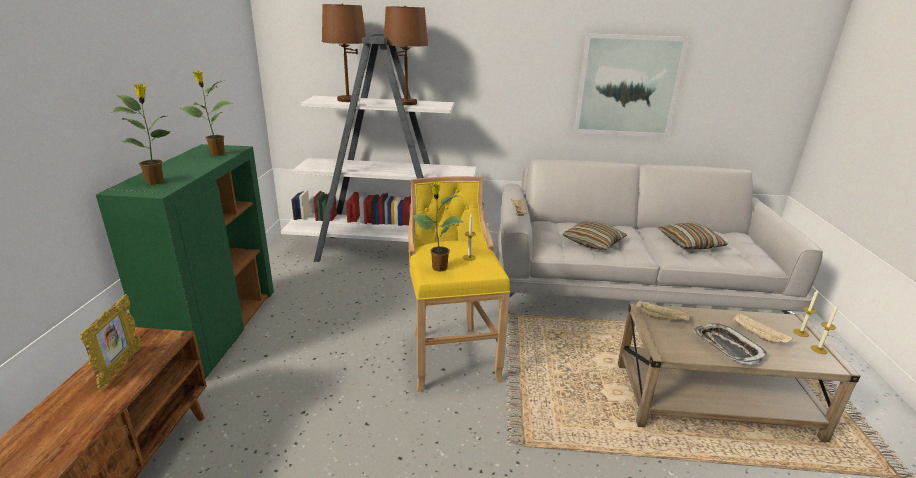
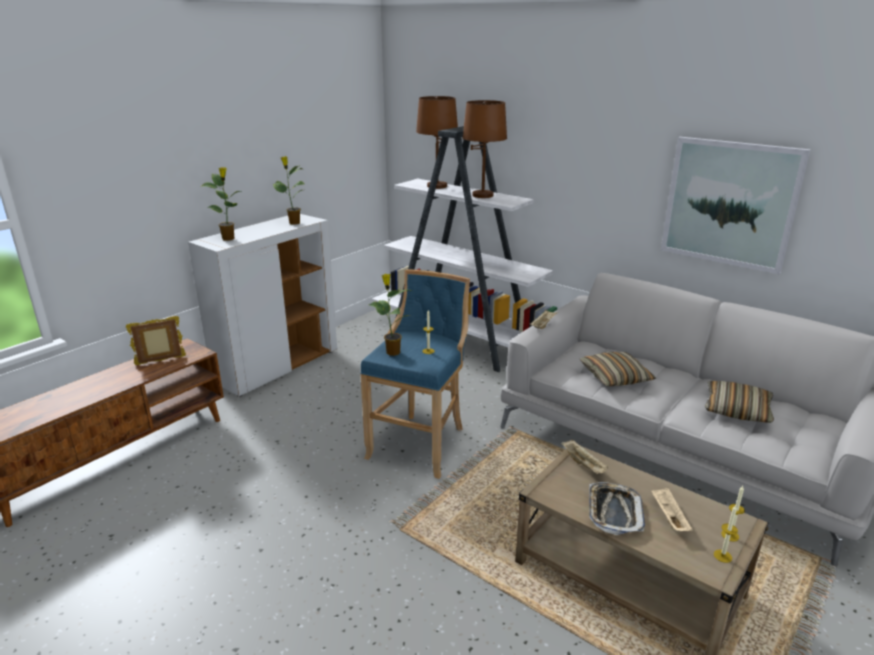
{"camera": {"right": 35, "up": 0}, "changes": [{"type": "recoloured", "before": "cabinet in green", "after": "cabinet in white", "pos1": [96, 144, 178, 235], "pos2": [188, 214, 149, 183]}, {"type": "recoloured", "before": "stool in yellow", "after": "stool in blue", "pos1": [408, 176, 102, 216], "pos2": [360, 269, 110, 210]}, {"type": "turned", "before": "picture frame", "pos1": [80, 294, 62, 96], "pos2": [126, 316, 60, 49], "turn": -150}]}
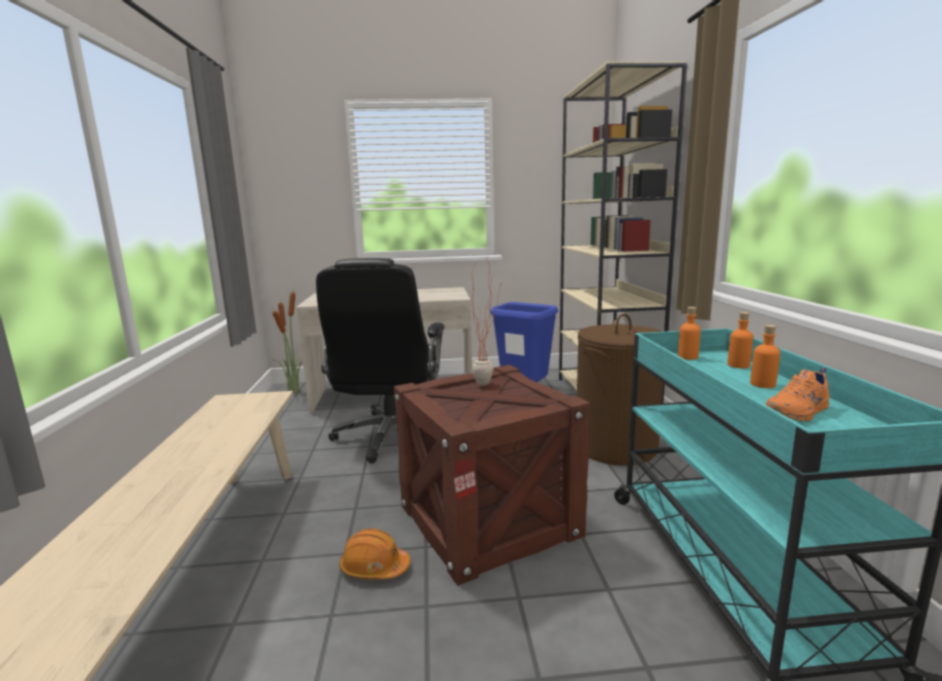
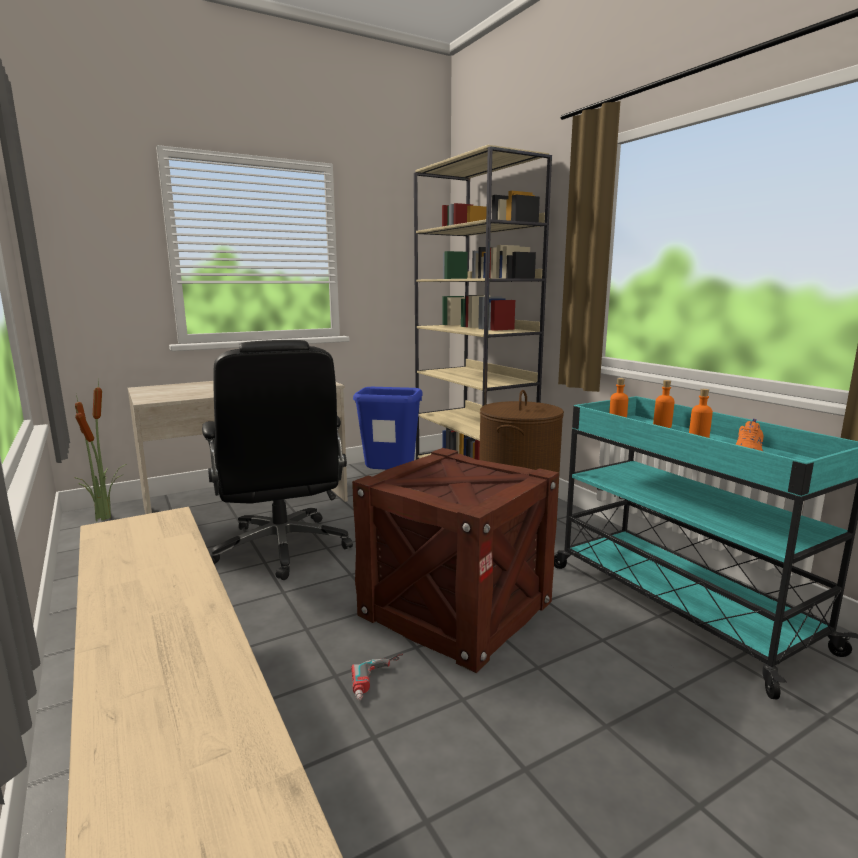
{"camera": {"right": -25, "up": 0}, "changes": [{"type": "removed", "before": "potted plant", "pos1": [470, 255, 30, 131]}, {"type": "replaced", "before": "hard hat in orange", "after": "power drill", "pos1": [339, 528, 71, 51], "pos2": [351, 654, 52, 47]}]}
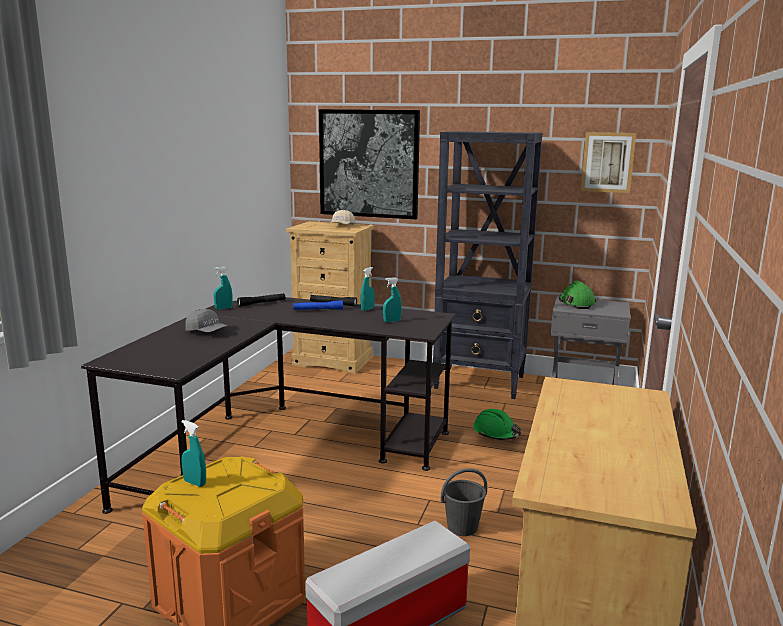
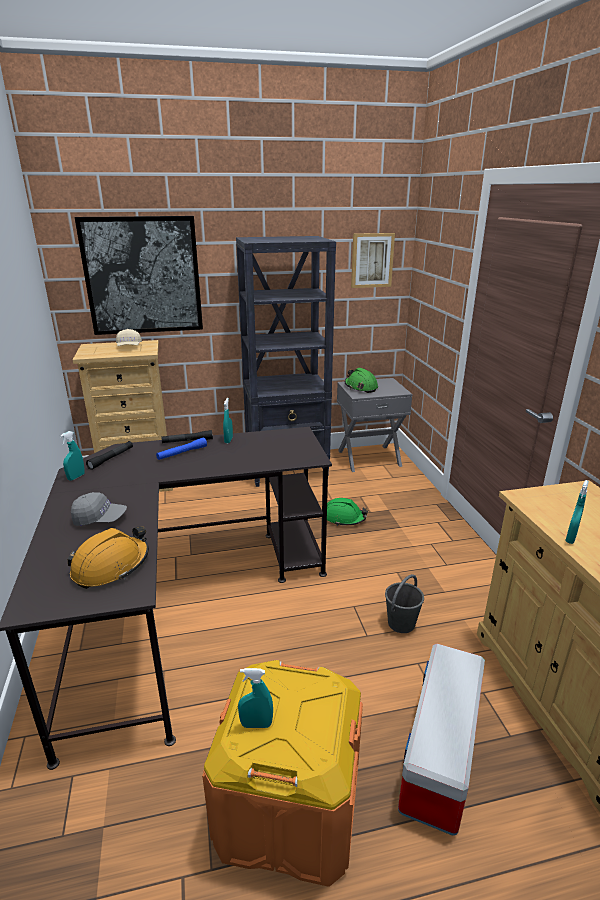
{"camera": {"right": -30, "up": 10}, "changes": [{"type": "moved", "before": "spray bottle in turquoise", "pos1": [383, 277, 19, 45], "pos2": [565, 480, 24, 64]}, {"type": "added", "after": "hard hat in orange", "pos2": [68, 526, 81, 63]}]}
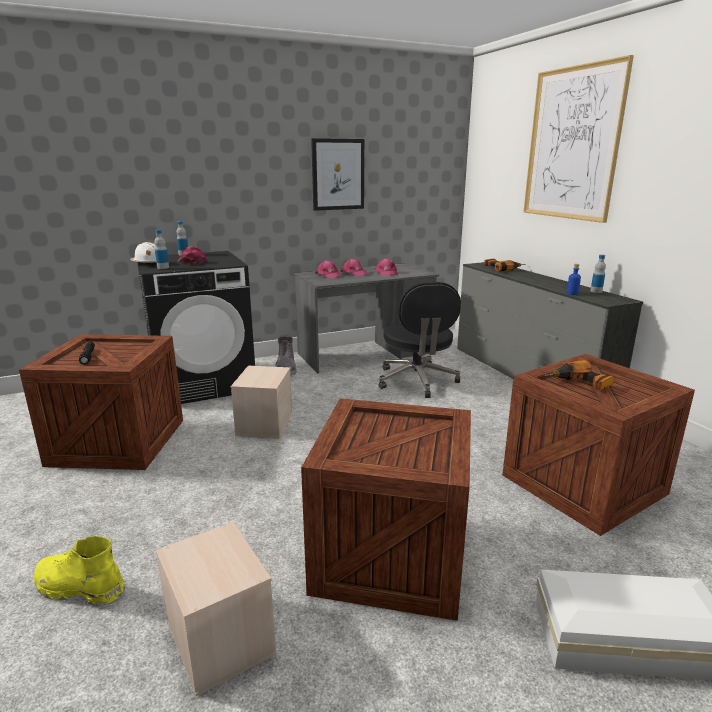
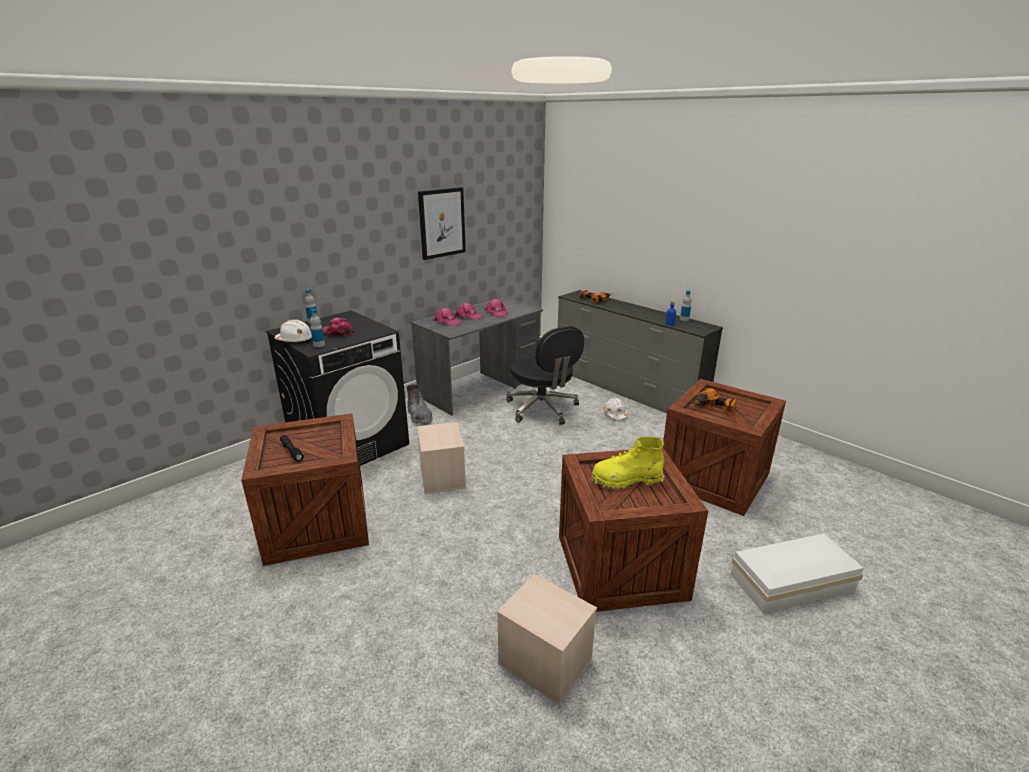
{"camera": {"right": -20, "up": 5}, "changes": [{"type": "removed", "before": "picture", "pos1": [523, 55, 111, 168]}, {"type": "moved", "before": "boot in yellow", "pos1": [33, 536, 92, 69], "pos2": [592, 437, 72, 53]}, {"type": "added", "after": "hard hat in white", "pos2": [604, 397, 24, 22]}]}
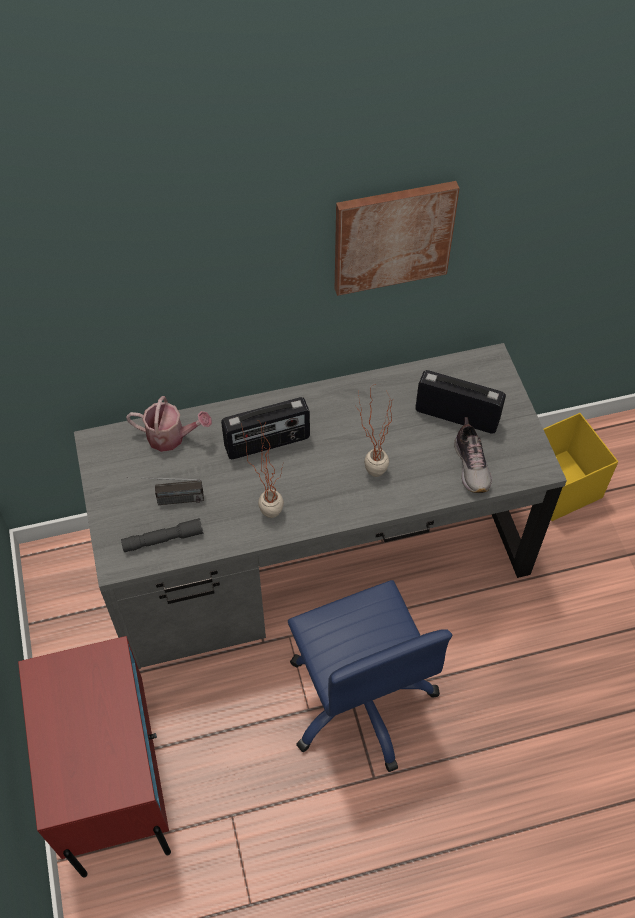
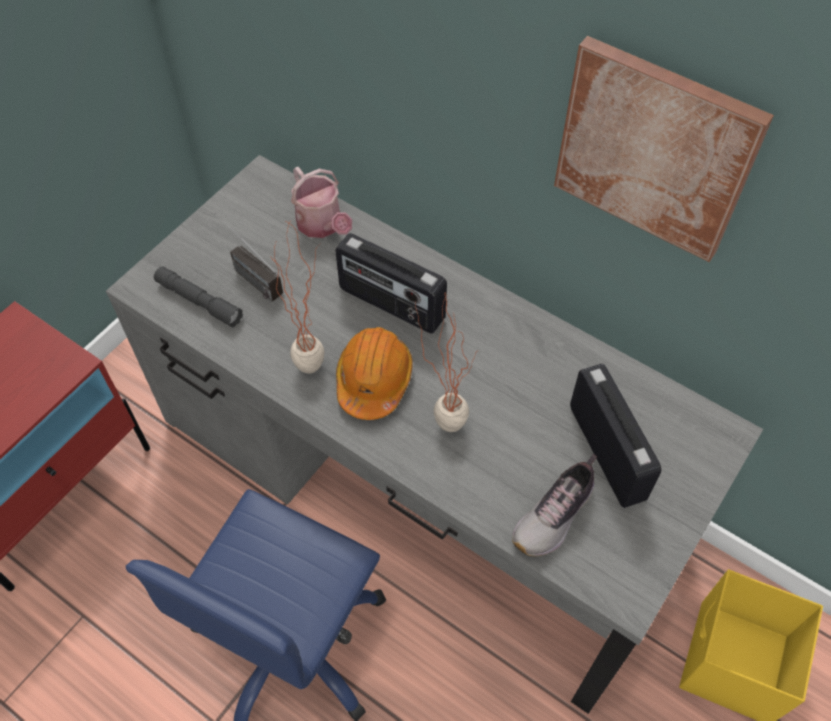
{"camera": {"right": 50, "up": 0}, "changes": [{"type": "added", "after": "hard hat in orange", "pos2": [336, 327, 77, 93]}]}
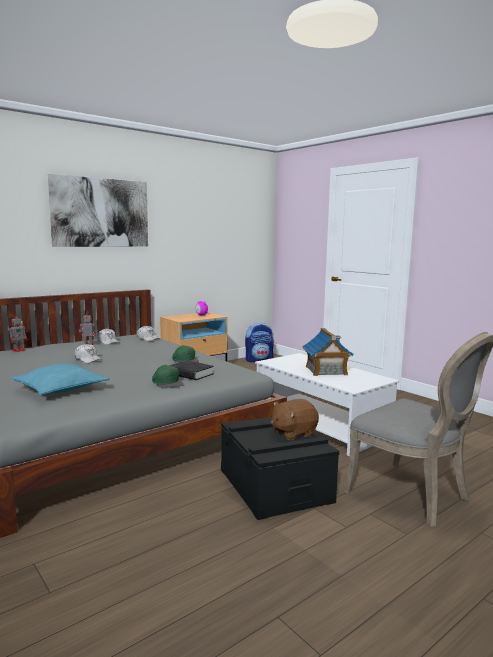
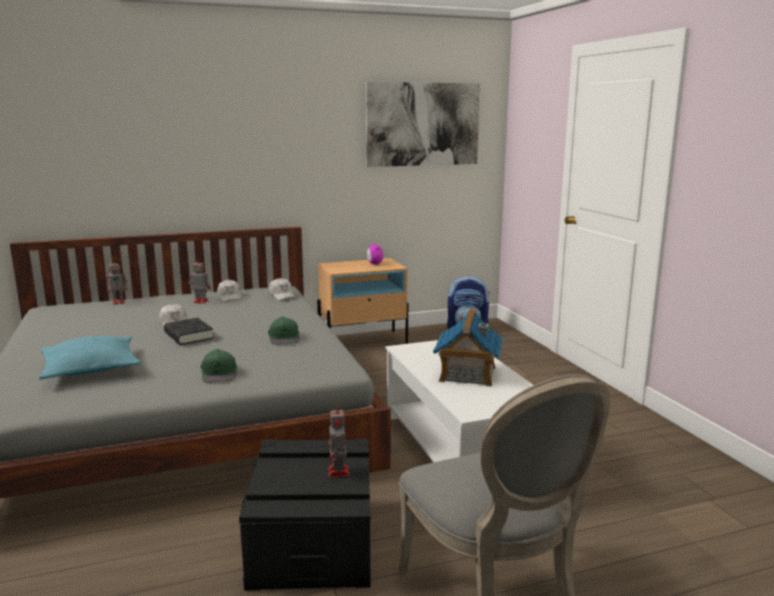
{"camera": {"right": 20, "up": 5}, "changes": [{"type": "moved", "before": "picture", "pos1": [48, 174, 100, 73], "pos2": [366, 82, 114, 85]}, {"type": "moved", "before": "book in black", "pos1": [169, 360, 45, 20], "pos2": [164, 317, 50, 28]}, {"type": "replaced", "before": "plush toy in brown", "after": "toy robot", "pos1": [271, 399, 48, 41], "pos2": [328, 408, 21, 70]}]}
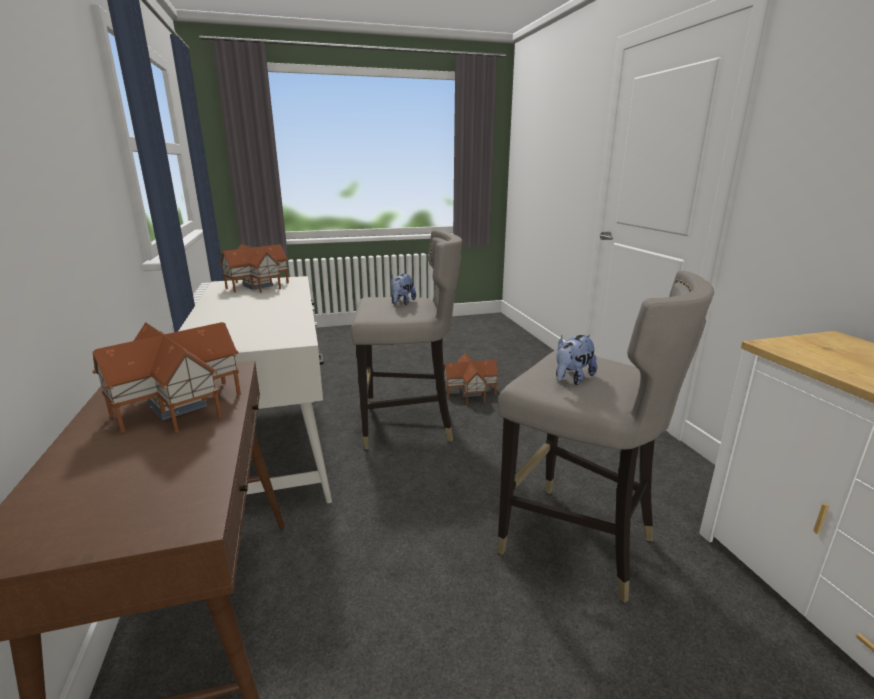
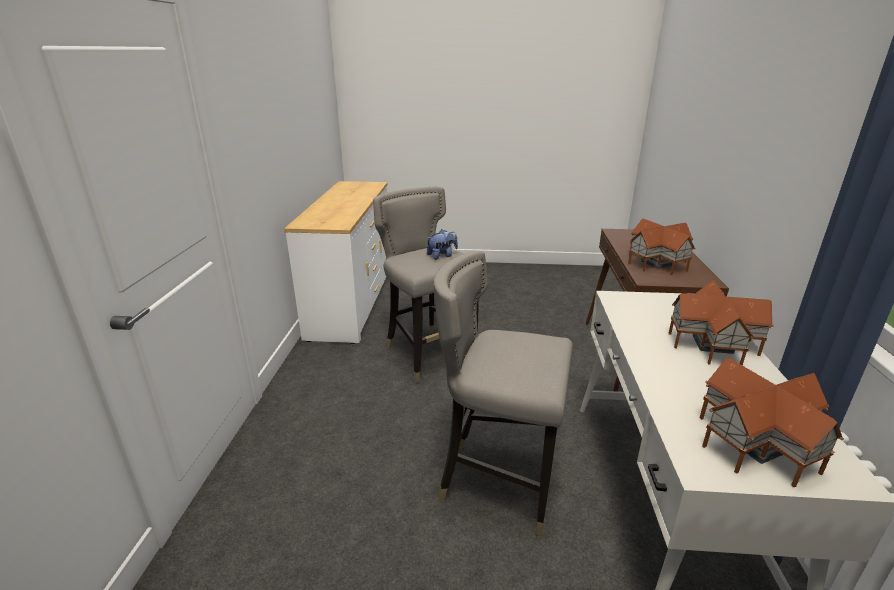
{"camera": {"right": -160, "up": 5}, "changes": [{"type": "removed", "before": "plush toy", "pos1": [391, 274, 25, 31]}, {"type": "moved", "before": "toy house", "pos1": [444, 353, 55, 51], "pos2": [668, 280, 106, 86]}]}
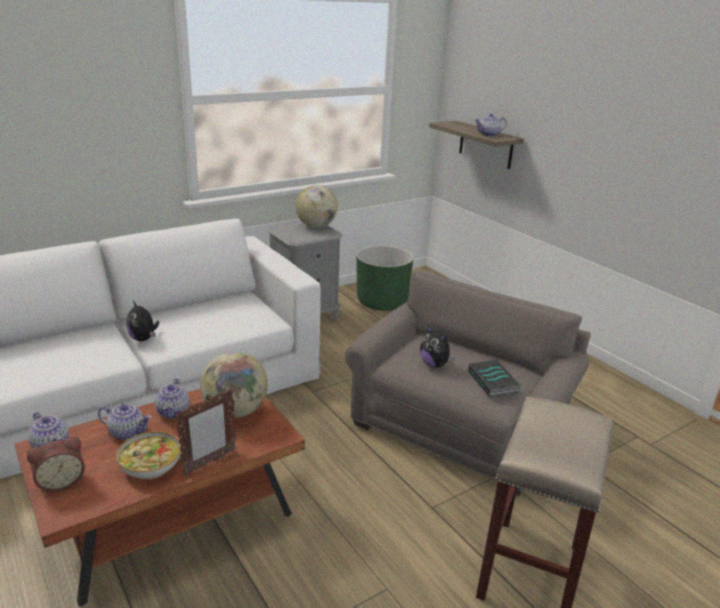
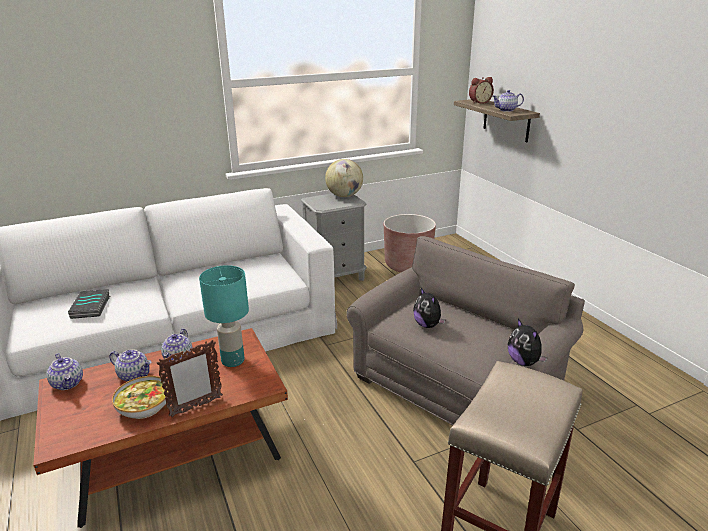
{"camera": {"right": 10, "up": 0}, "changes": [{"type": "recoloured", "before": "planter in green", "after": "planter in brown", "pos1": [356, 245, 57, 66], "pos2": [384, 214, 52, 58]}, {"type": "moved", "before": "plush toy", "pos1": [126, 301, 33, 40], "pos2": [508, 319, 40, 47]}, {"type": "replaced", "before": "globe", "after": "table lamp in turquoise", "pos1": [200, 351, 68, 67], "pos2": [199, 265, 50, 102]}, {"type": "moved", "before": "book", "pos1": [468, 360, 53, 38], "pos2": [68, 289, 42, 30]}, {"type": "moved", "before": "alarm clock", "pos1": [27, 437, 58, 55], "pos2": [469, 77, 25, 27]}]}
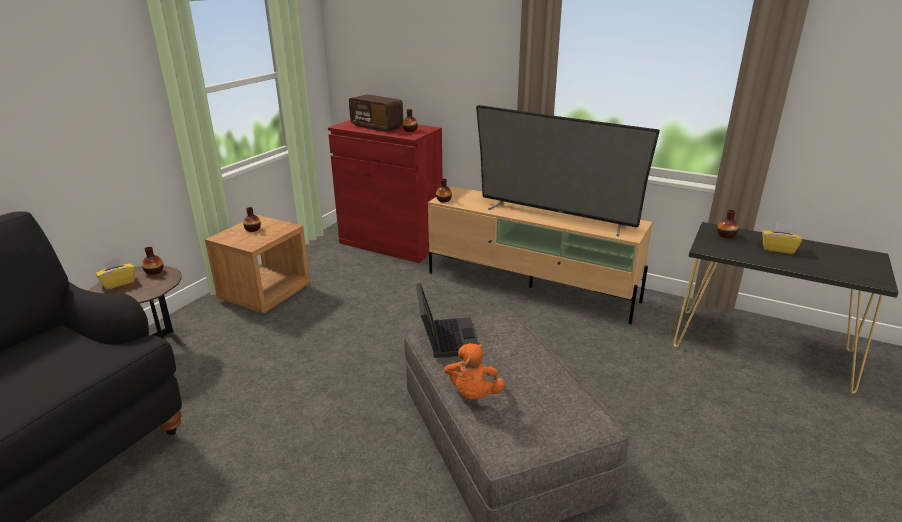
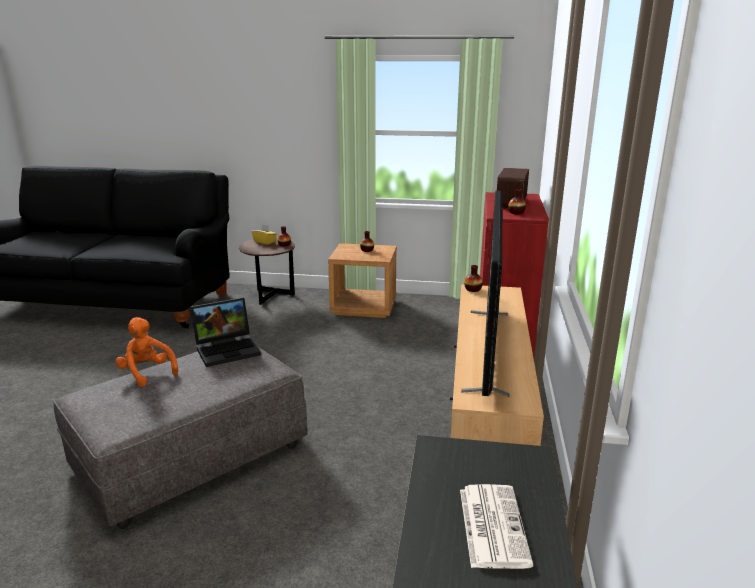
{"camera": {"right": 70, "up": -5}, "changes": [{"type": "removed", "before": "vase", "pos1": [717, 210, 22, 28]}, {"type": "replaced", "before": "tissue box in yellow", "after": "newspaper", "pos1": [762, 223, 40, 31], "pos2": [460, 484, 73, 85]}, {"type": "turned", "before": "plush toy in orange", "pos1": [444, 343, 61, 57], "pos2": [115, 317, 63, 70], "turn": 60}]}
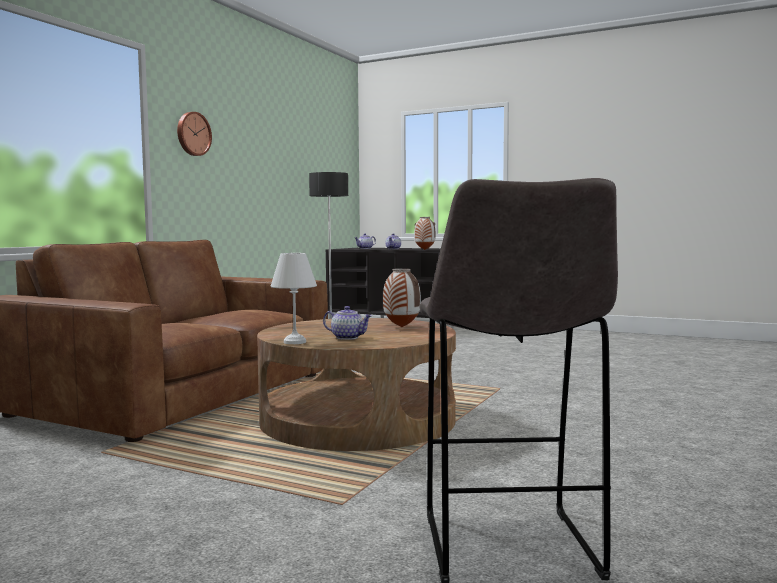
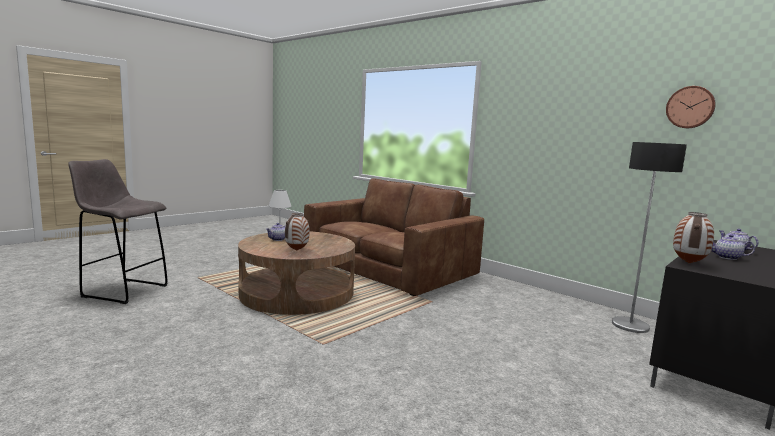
{"camera": {"right": 105, "up": 5}, "changes": [{"type": "moved", "before": "wall clock", "pos1": [177, 112, 35, 44], "pos2": [666, 86, 50, 42]}]}
